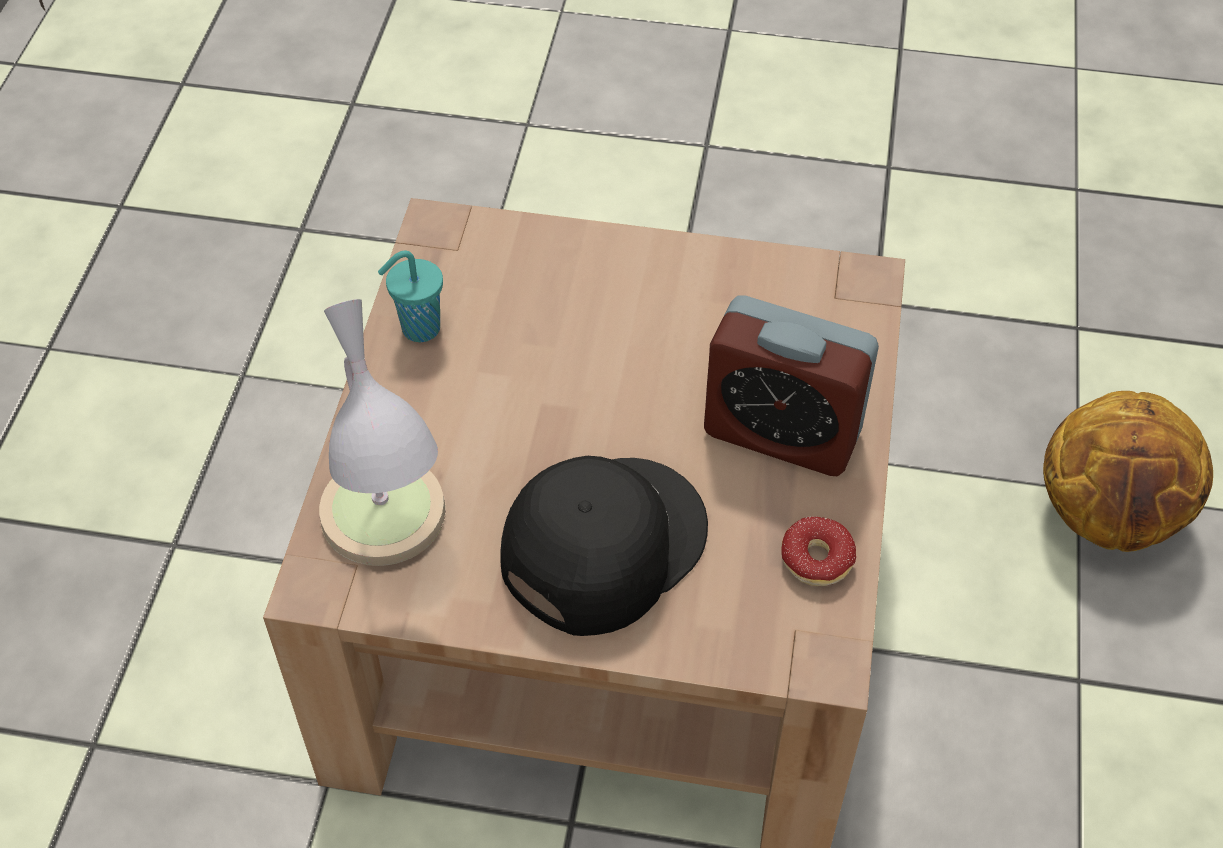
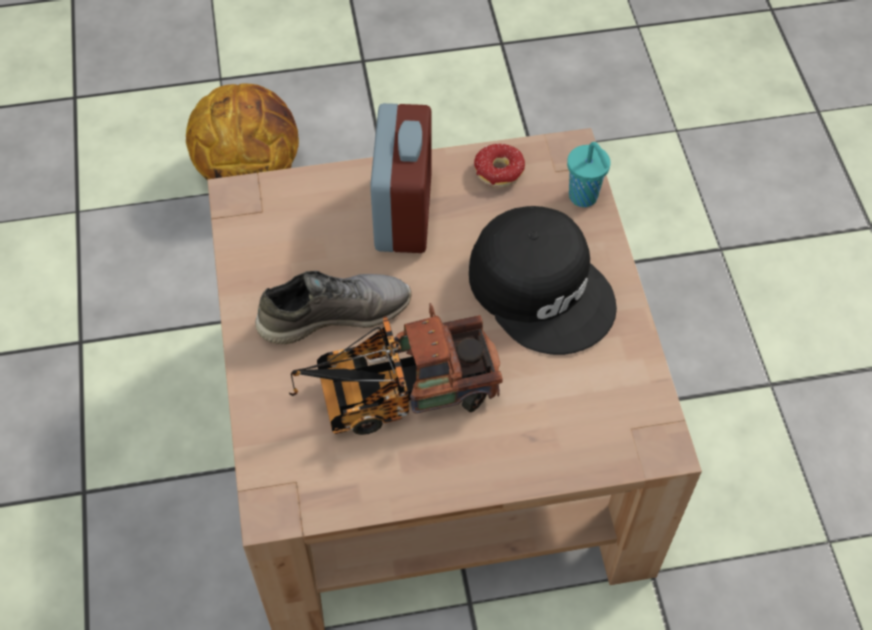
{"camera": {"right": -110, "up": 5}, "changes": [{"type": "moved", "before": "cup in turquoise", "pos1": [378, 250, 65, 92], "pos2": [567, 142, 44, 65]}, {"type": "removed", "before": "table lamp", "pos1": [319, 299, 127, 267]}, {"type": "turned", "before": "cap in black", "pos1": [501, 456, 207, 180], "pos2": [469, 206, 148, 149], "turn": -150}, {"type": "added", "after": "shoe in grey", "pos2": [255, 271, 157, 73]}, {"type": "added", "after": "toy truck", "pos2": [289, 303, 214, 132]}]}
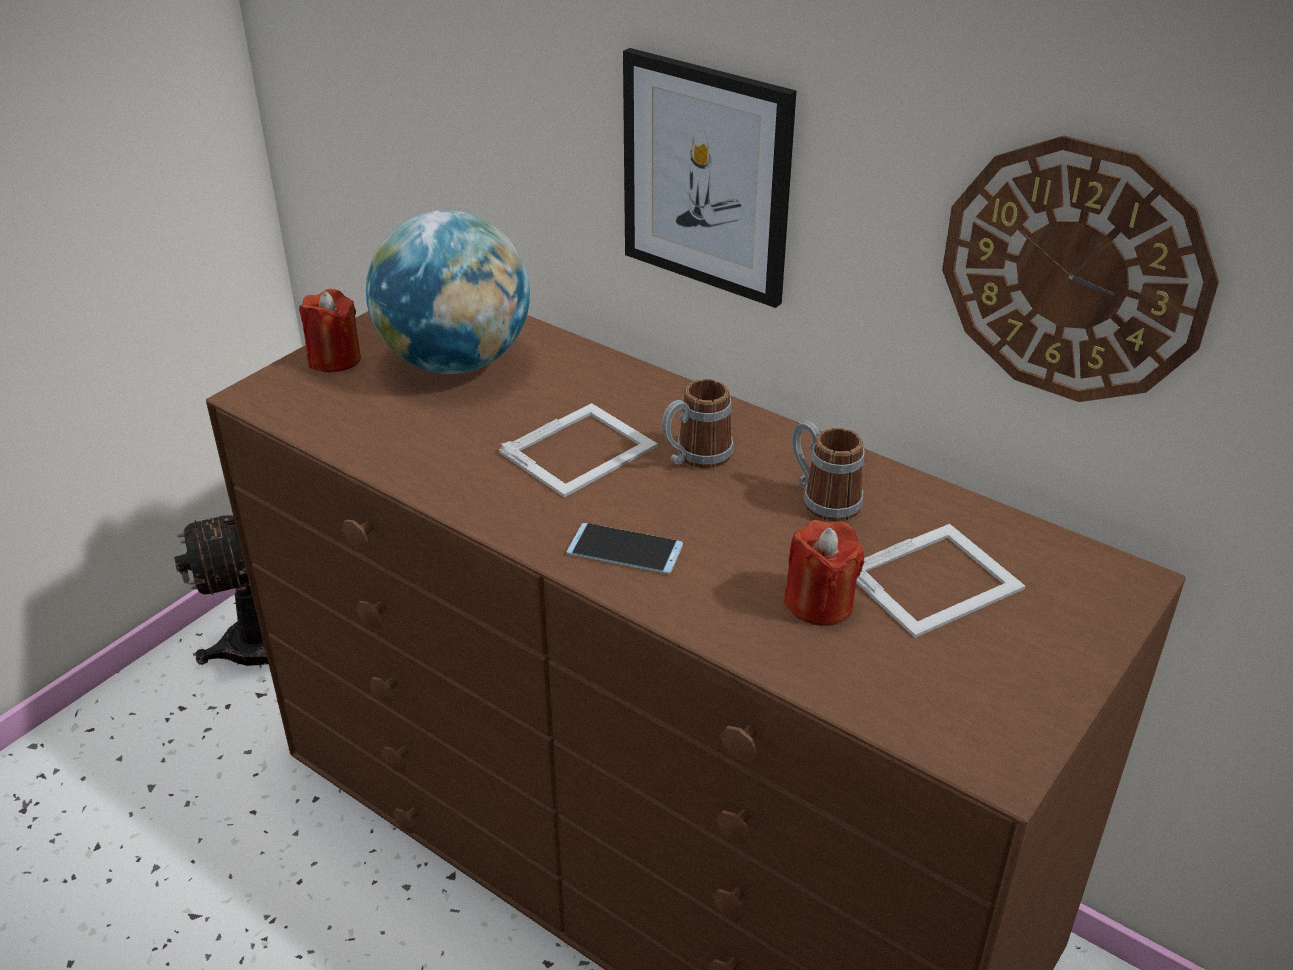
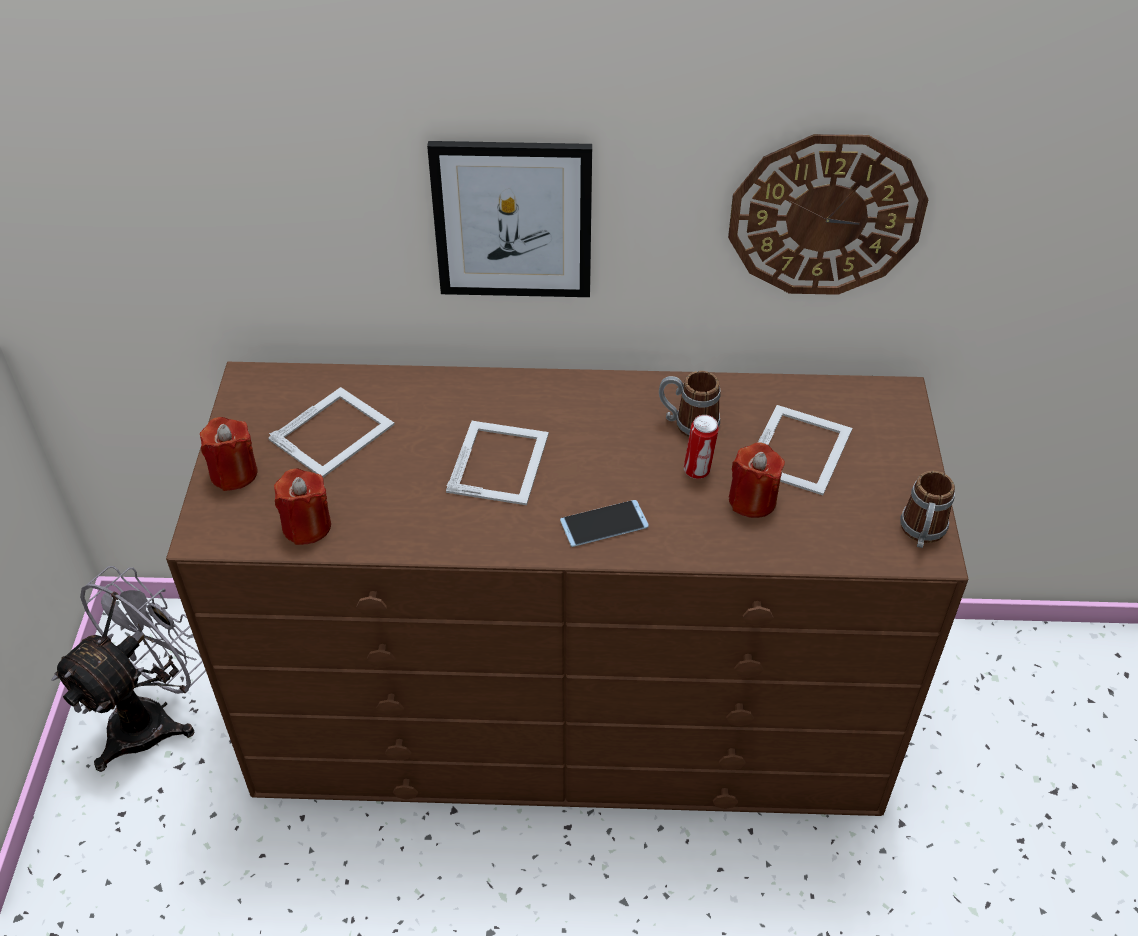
{"camera": {"right": -35, "up": 10}, "changes": [{"type": "replaced", "before": "globe", "after": "picture frame", "pos1": [366, 210, 164, 164], "pos2": [268, 387, 127, 91]}, {"type": "moved", "before": "mug", "pos1": [662, 379, 72, 90], "pos2": [900, 471, 55, 77]}, {"type": "added", "after": "can", "pos2": [684, 415, 35, 64]}, {"type": "added", "after": "candle in red", "pos2": [274, 469, 57, 76]}]}
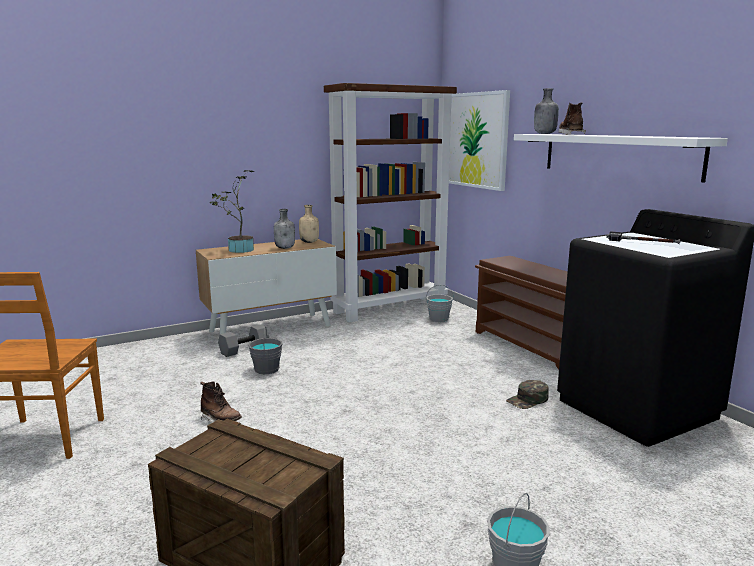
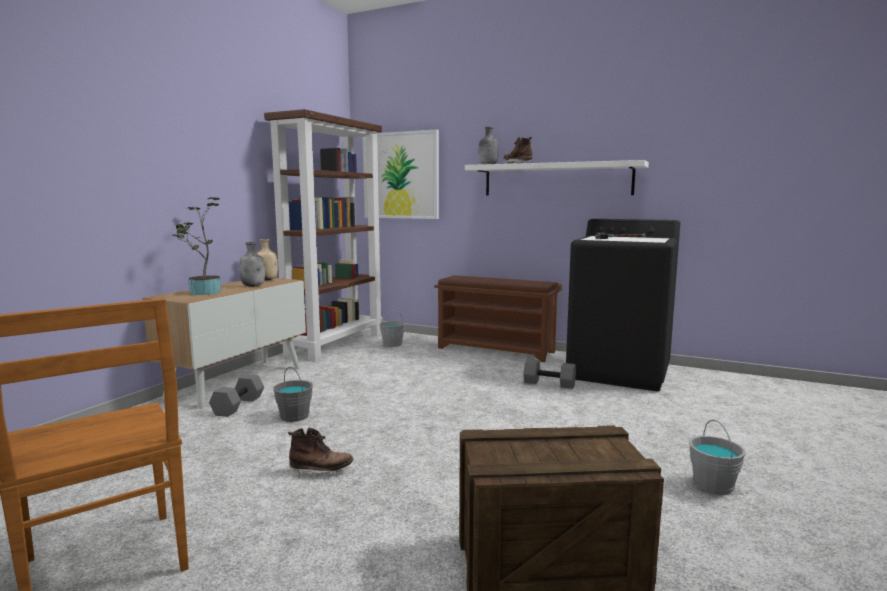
{"camera": {"right": -35, "up": -5}, "changes": [{"type": "replaced", "before": "cap in green", "after": "dumbbell in grey", "pos1": [506, 380, 43, 29], "pos2": [523, 359, 53, 30]}]}
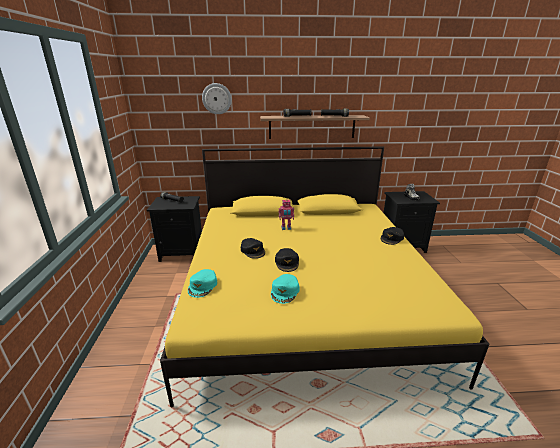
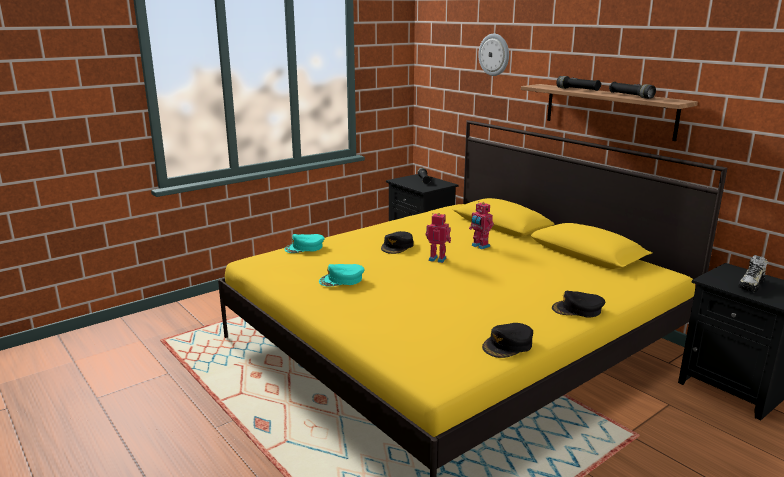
{"camera": {"right": 55, "up": -5}, "changes": [{"type": "moved", "before": "cap in black", "pos1": [275, 248, 24, 24], "pos2": [482, 323, 51, 35]}, {"type": "added", "after": "toy robot", "pos2": [425, 213, 26, 50]}]}
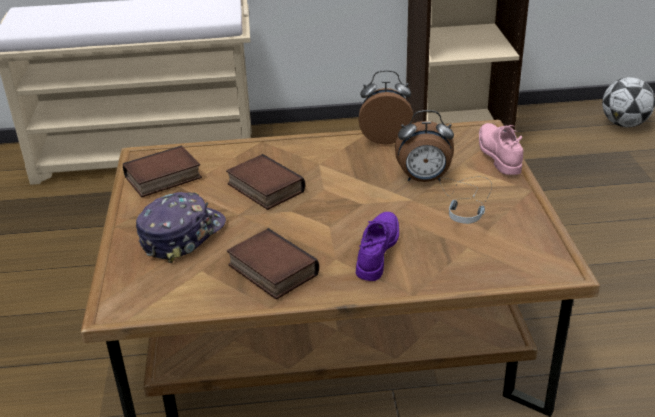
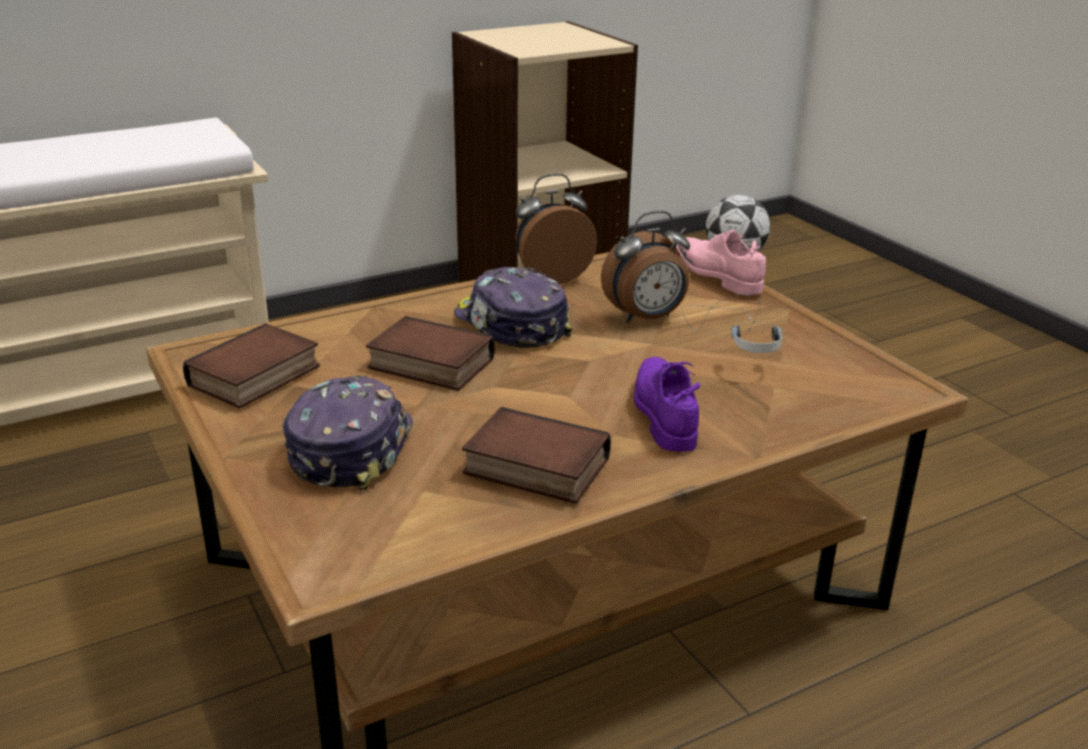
{"camera": {"right": -25, "up": -5}, "changes": [{"type": "added", "after": "cap", "pos2": [454, 267, 119, 81]}]}
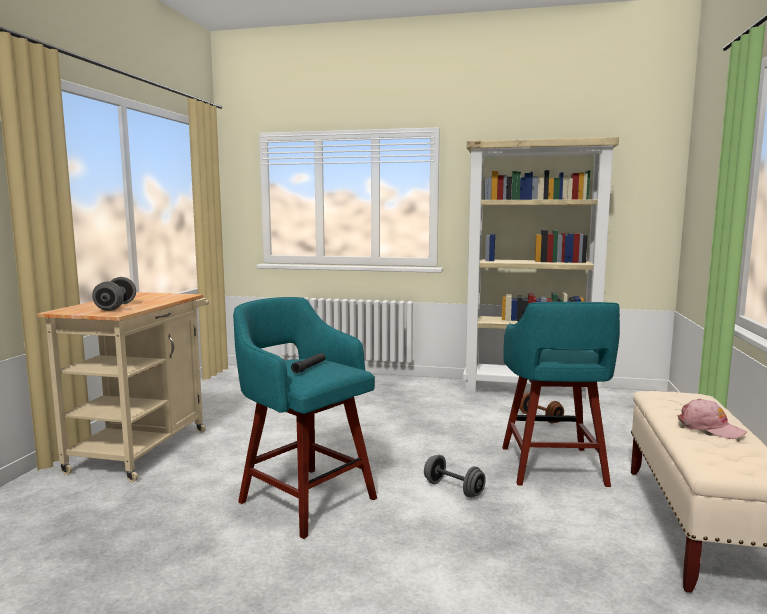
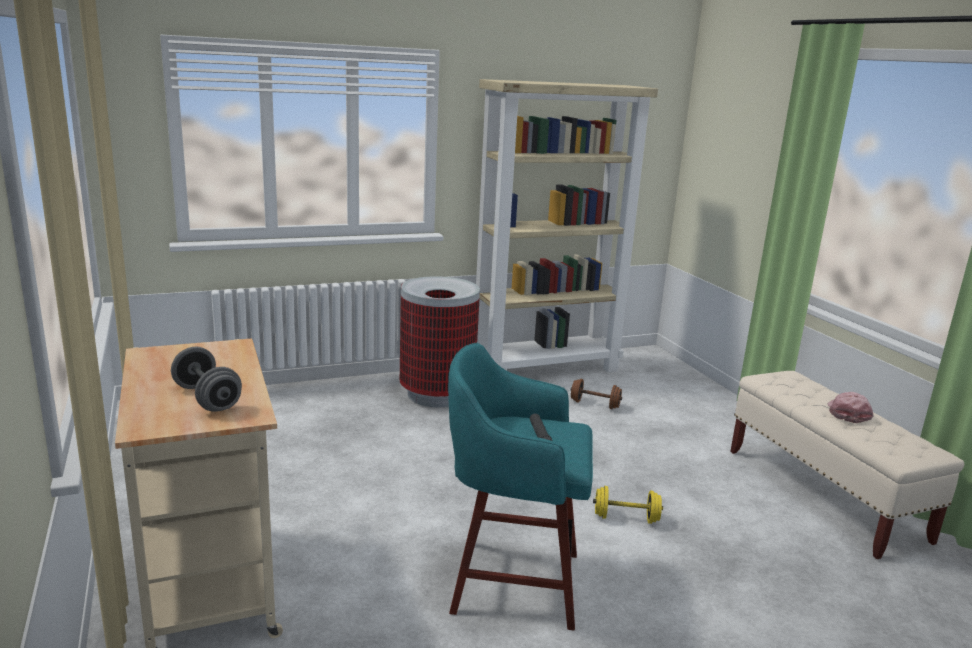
{"camera": {"right": -35, "up": 10}, "changes": [{"type": "removed", "before": "stool in turquoise", "pos1": [502, 302, 118, 185]}, {"type": "turned", "before": "cap in pink", "pos1": [678, 399, 69, 40], "pos2": [828, 392, 46, 32], "turn": -90}, {"type": "recoloured", "before": "dumbbell in grey", "after": "dumbbell in yellow", "pos1": [424, 455, 62, 43], "pos2": [593, 486, 70, 38]}, {"type": "added", "after": "trash can", "pos2": [400, 276, 80, 131]}]}
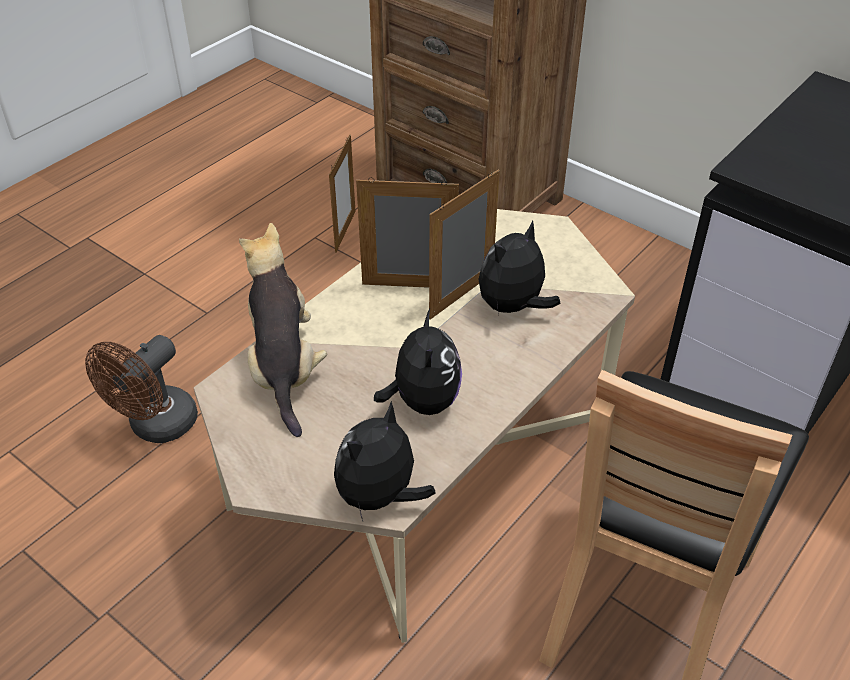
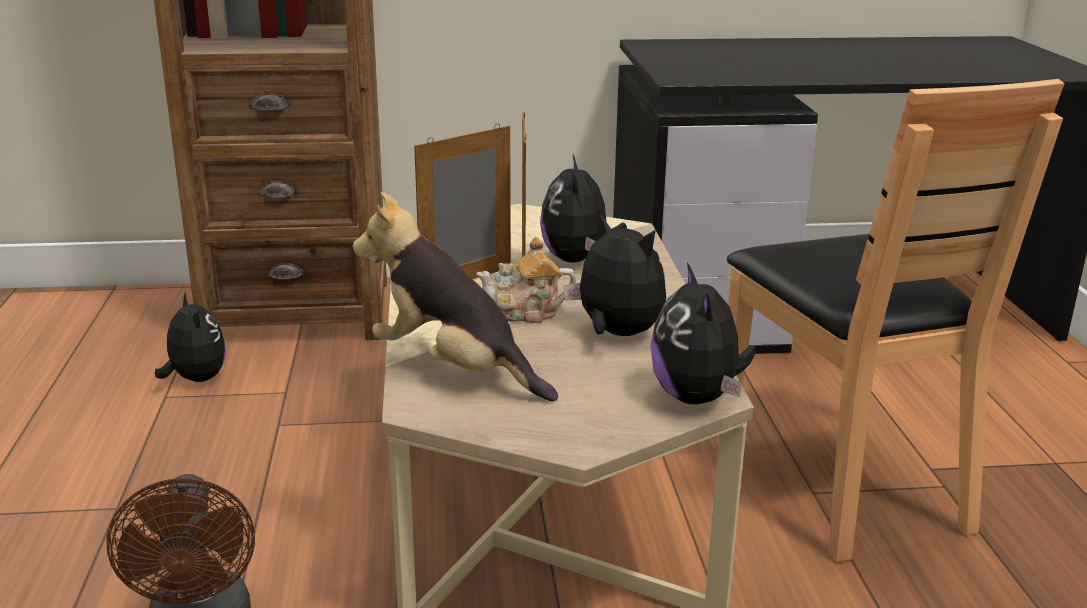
{"camera": {"right": -45, "up": -20}, "changes": [{"type": "replaced", "before": "picture frame", "after": "plush toy", "pos1": [329, 135, 27, 118], "pos2": [155, 292, 71, 90]}, {"type": "added", "after": "teapot", "pos2": [476, 237, 100, 86]}]}
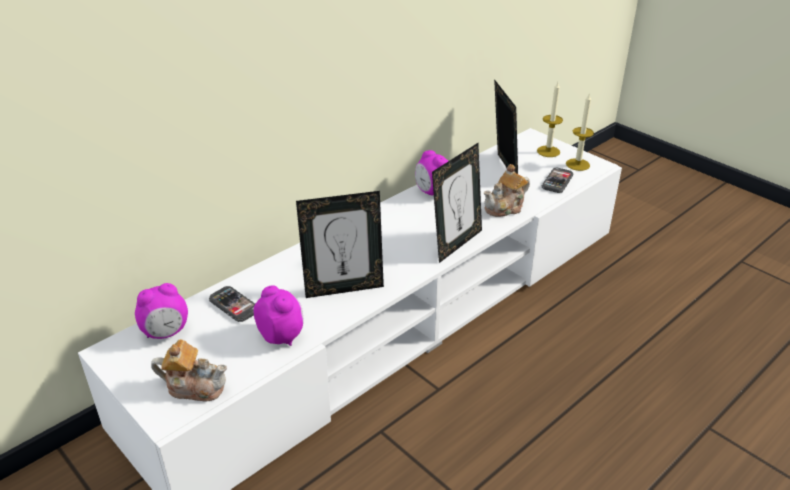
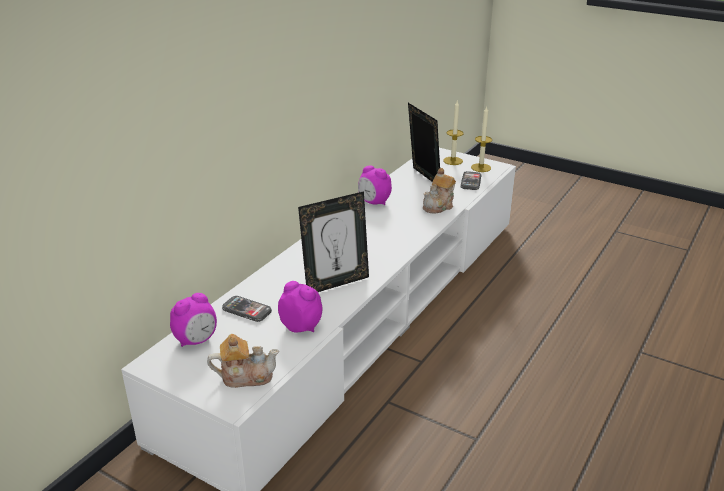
{"camera": {"right": -15, "up": -5}, "changes": [{"type": "removed", "before": "picture frame", "pos1": [432, 143, 50, 120]}]}
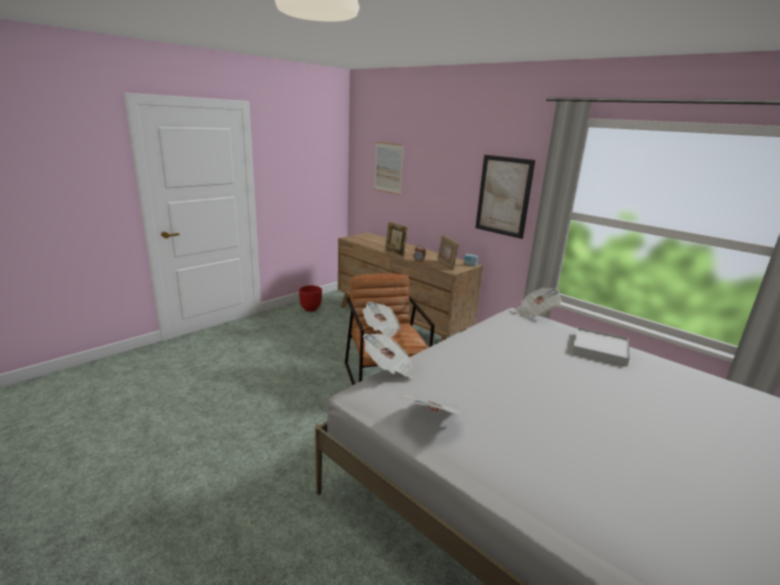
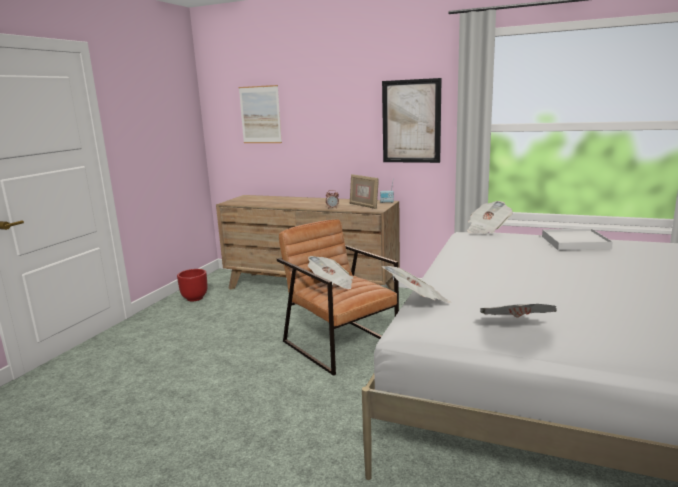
{"camera": {"right": -20, "up": -5}, "changes": [{"type": "removed", "before": "picture frame", "pos1": [385, 222, 23, 35]}]}
